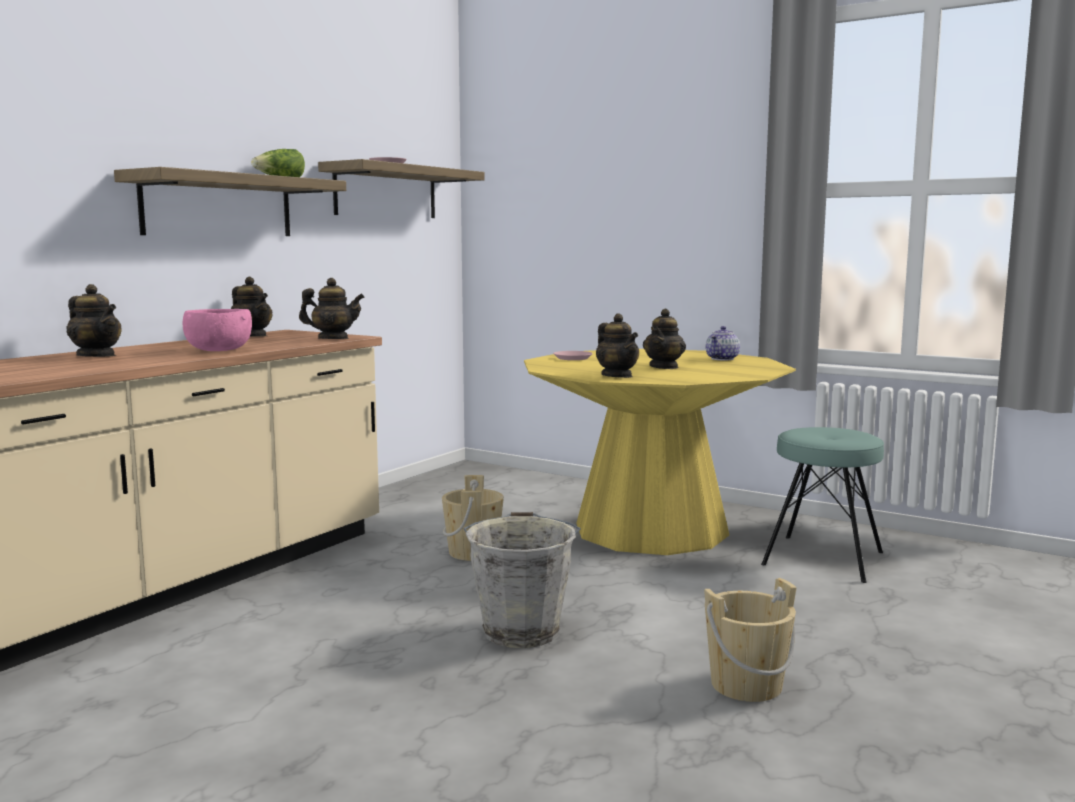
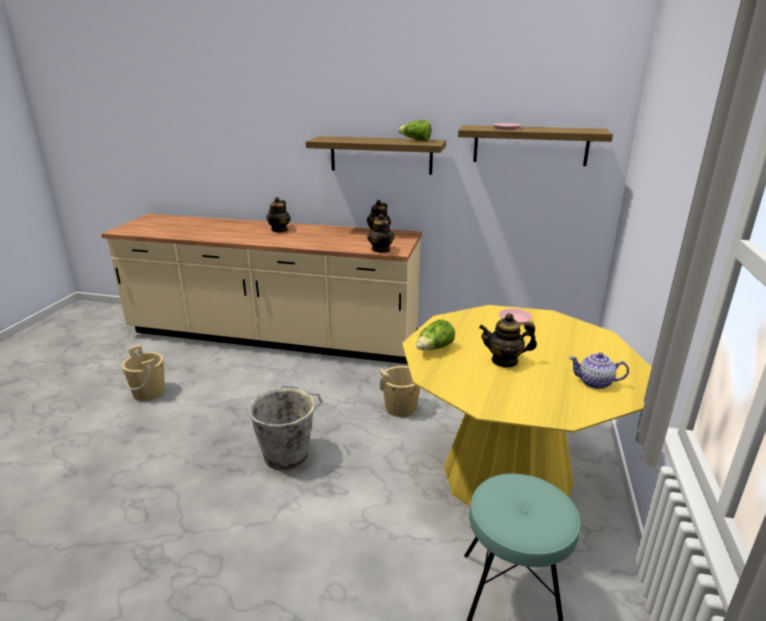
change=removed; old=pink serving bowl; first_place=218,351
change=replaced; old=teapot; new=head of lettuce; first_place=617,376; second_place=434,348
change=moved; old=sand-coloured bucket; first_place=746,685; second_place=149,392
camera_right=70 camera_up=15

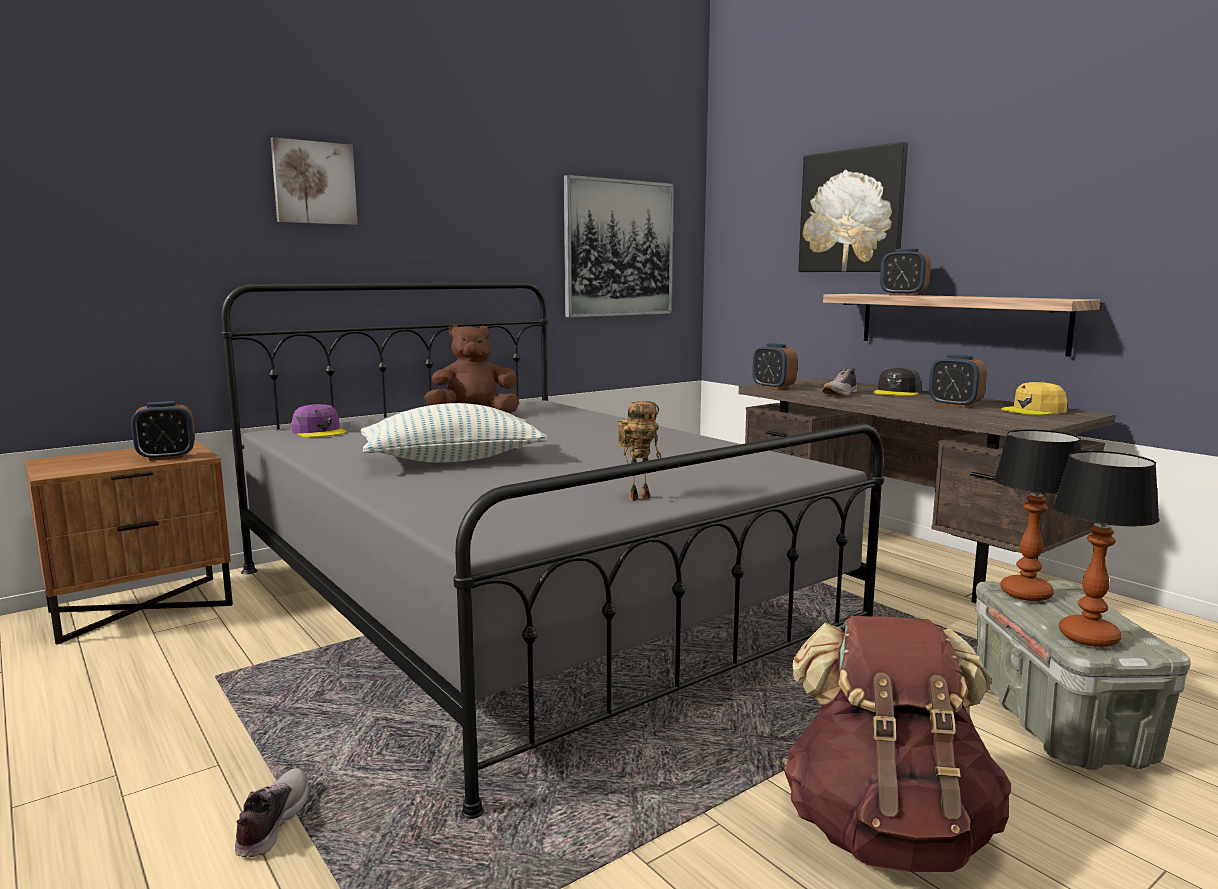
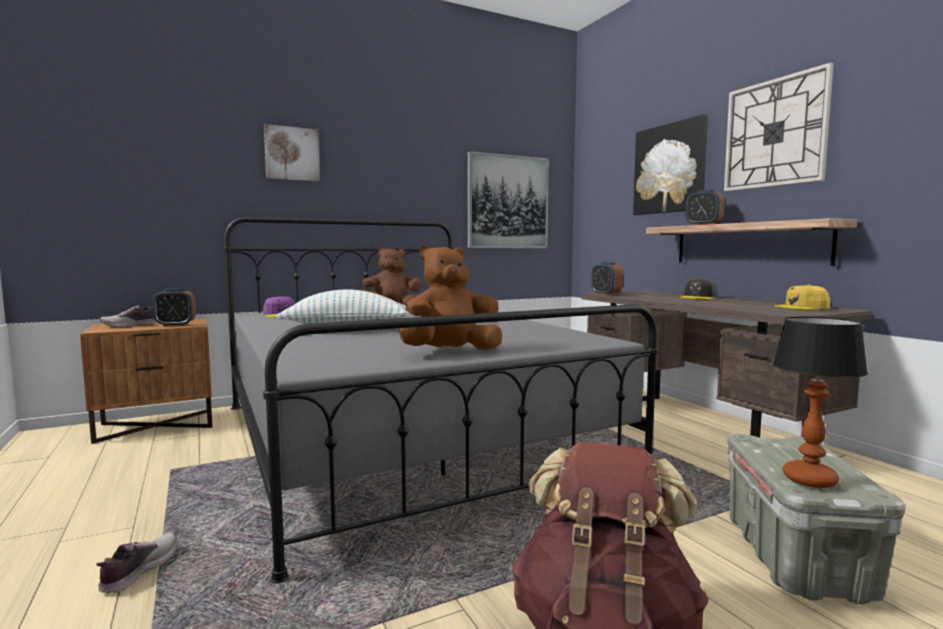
change=removed; old=table clock; first_place=955,405
change=moved; old=shoe; first_place=841,394; second_place=129,326
change=replaced; old=model robot; new=brownish soft toy; first_place=639,497; second_place=450,352
change=removed; old=lamp for a table; first_place=1027,594
change=added; new=clock on the wall; second_place=775,133
camera_right=10 camera_up=-5

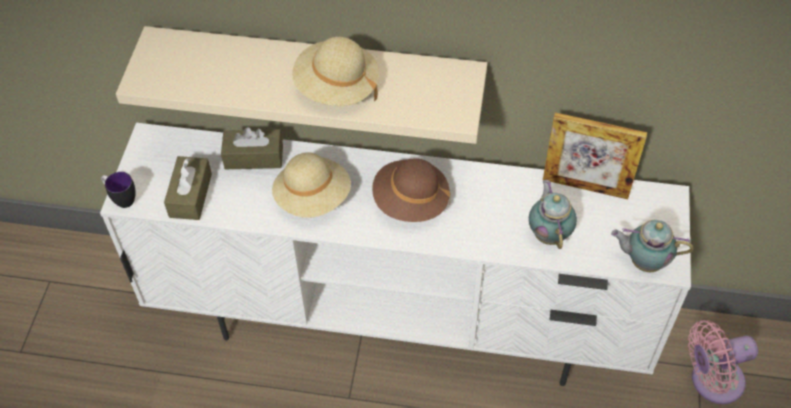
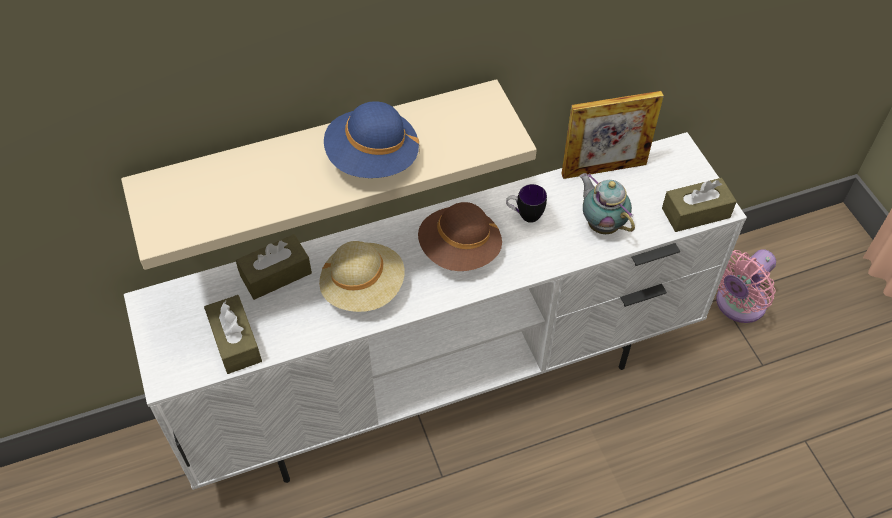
change=recoloured; old=sand-coloured hat; new=blue-coloured hat; first_place=336,87; second_place=372,159
change=moved; old=tea mug; first_place=121,199; second_place=524,215
change=replaced; old=teapot; new=brownish tissue box; first_place=643,261; second_place=695,213
camera_right=-30 camera_up=0

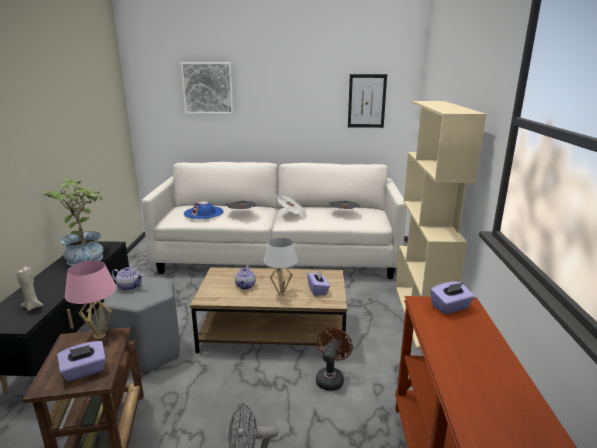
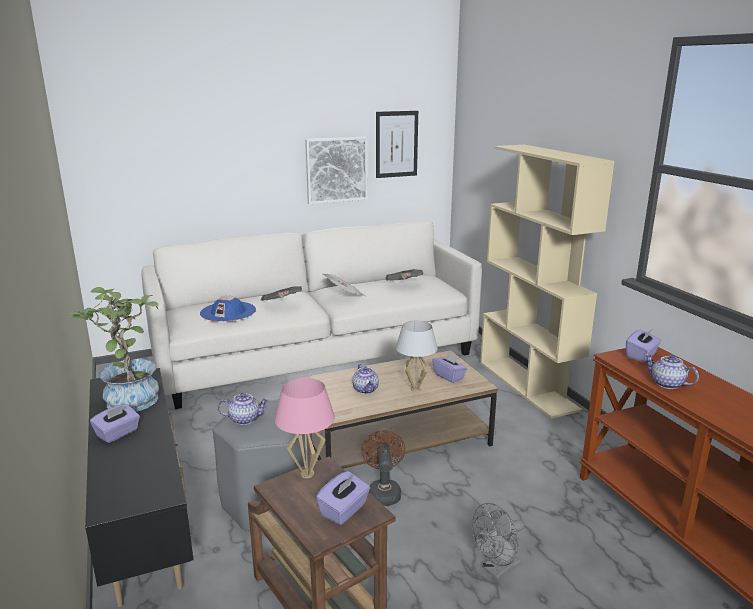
change=moved; old=picture; first_place=208,88; second_place=336,170
change=removed; old=sand-coloured wax candle; first_place=33,306
change=moved; old=brownish cooling fan; first_place=331,378; second_place=383,492
change=added; new=teapot; second_place=667,384
change=added; new=purplish tissue box; second_place=118,433
camera_right=-25 camera_up=0

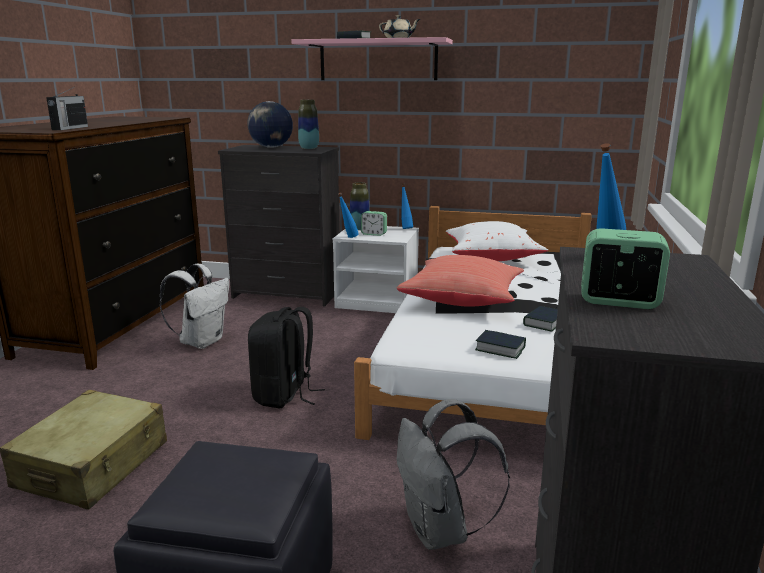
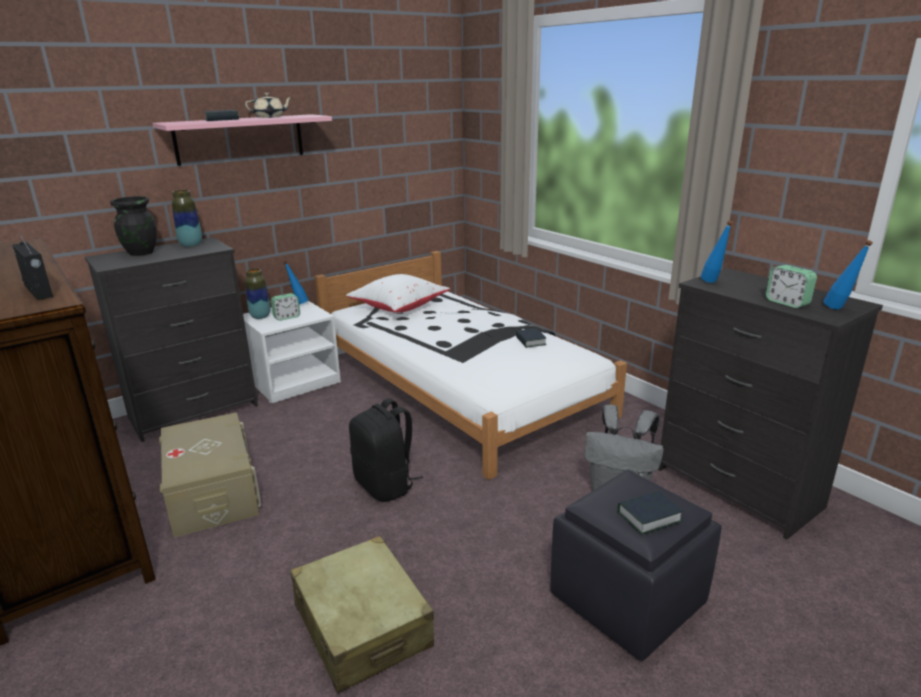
change=replaced; old=globe; new=black-coloured vase; first_place=271,147; second_place=141,253
change=moved; old=blue-coloured beverage bottle; first_place=348,237; second_place=839,310
change=turned; old=table clock; first_place=619,301; second_place=787,303; degrees=-90
change=removed; old=reddish cushion; first_place=463,300
change=replaced; old=white rucksack; new=sand-coloured storage bin; first_place=202,341; second_place=212,491
change=moved; old=volume; first_place=500,349; second_place=649,517
camera_right=-50 camera_up=5

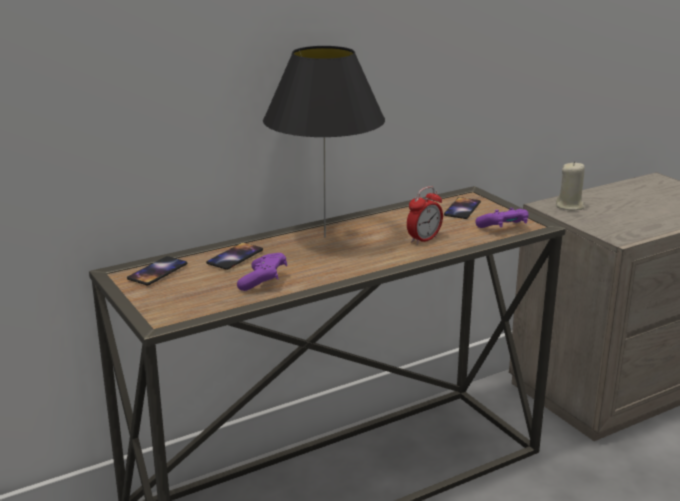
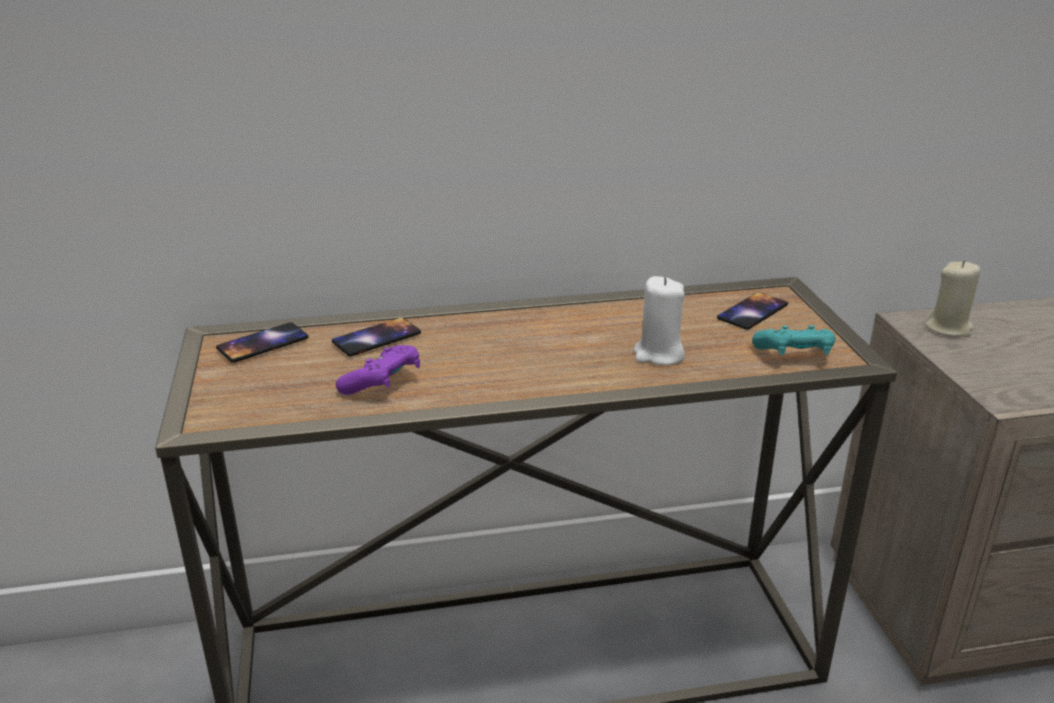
change=removed; old=black-coloured lamp for a table; first_place=325,237
change=replaced; old=table clock; new=white wax candle; first_place=424,239; second_place=658,354
change=recoloured; old=purplish game controller; new=blue-green game controller; first_place=503,228; second_place=794,356
camera_right=20 camera_up=5

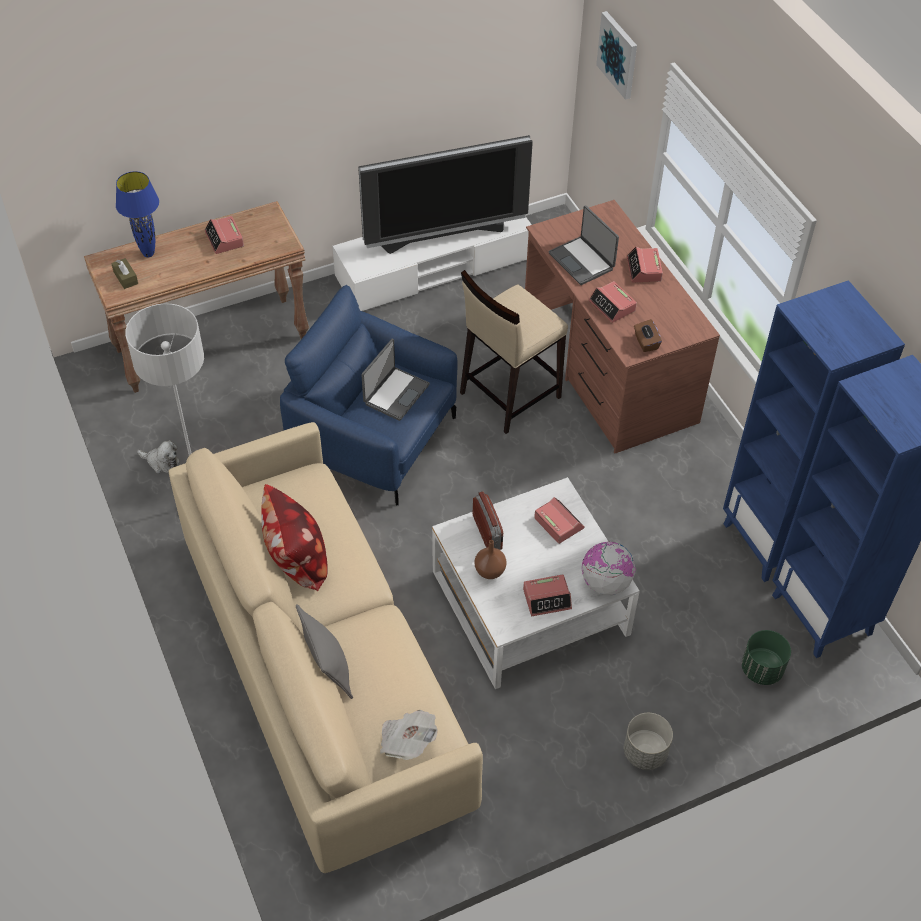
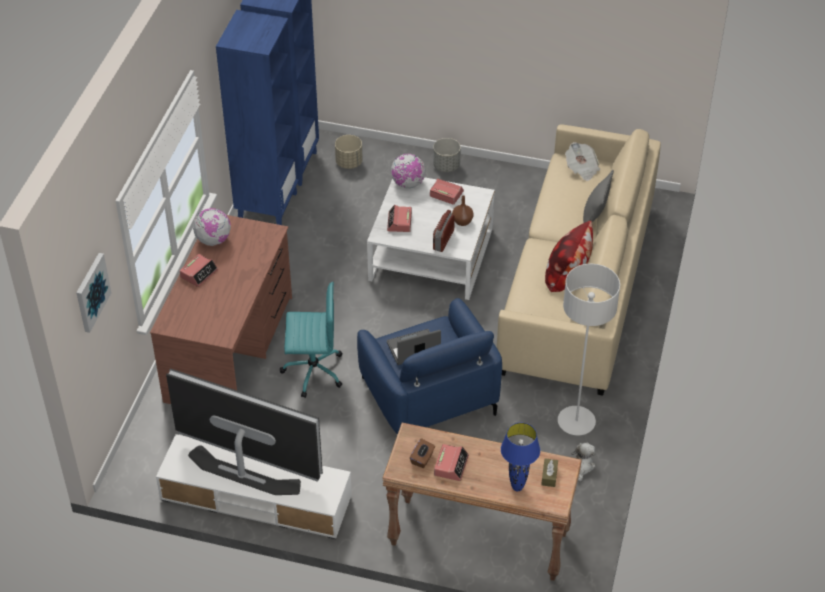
change=removed; old=laptop; first_place=582,261
change=replaced; old=sand-coloured sitting stool; new=blue-green computer chair; first_place=509,395; second_place=312,371
change=removed; old=table clock; first_place=612,306
change=moved; old=brownish tissue box; first_place=646,342; second_place=422,459
change=turned; old=soft toy; first_place=161,462; second_place=582,466; degrees=45
change=recoloured; old=green-coloured flower pot; new=sand-coloured flower pot; first_place=762,669; second_place=349,162
change=added; new=globe; second_place=213,240
camera_right=-140 camera_up=-5

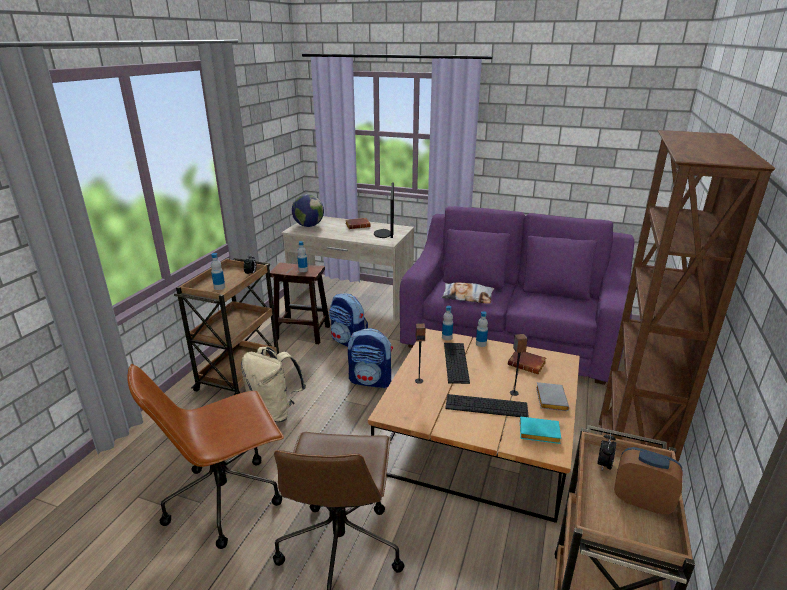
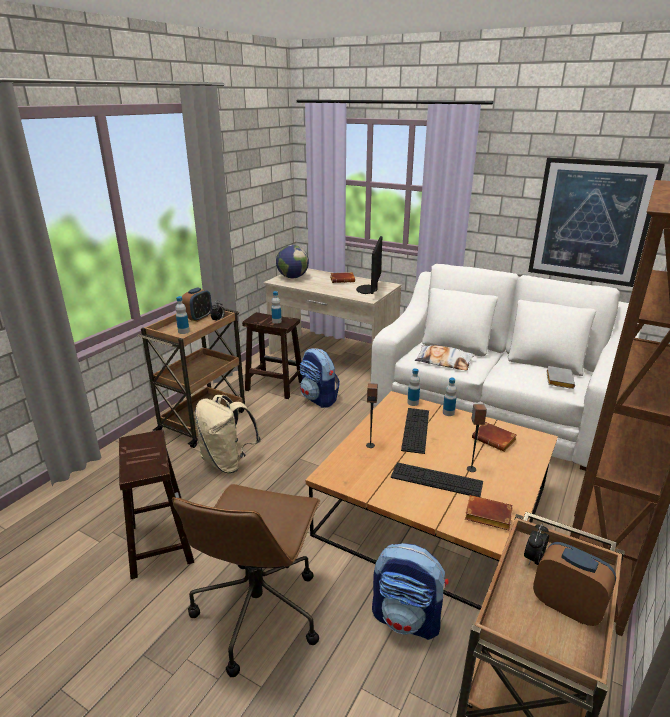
change=recoloured; old=purplish sofa; new=white sofa; first_place=509,338; second_place=492,411
change=moved; old=rucksack; first_place=371,381; second_place=407,619
change=replaced; old=brownish computer chair; new=brownish sitting stool; first_place=226,498; second_place=159,543
change=moved; old=greyish volume; first_place=549,399; second_place=558,380
change=recoloured; old=blue-green volume; new=brownish volume; first_place=538,434; second_place=486,516
change=added; new=picture; second_place=590,222
change=added; new=table clock; second_place=198,318
camera_right=10 camera_up=0

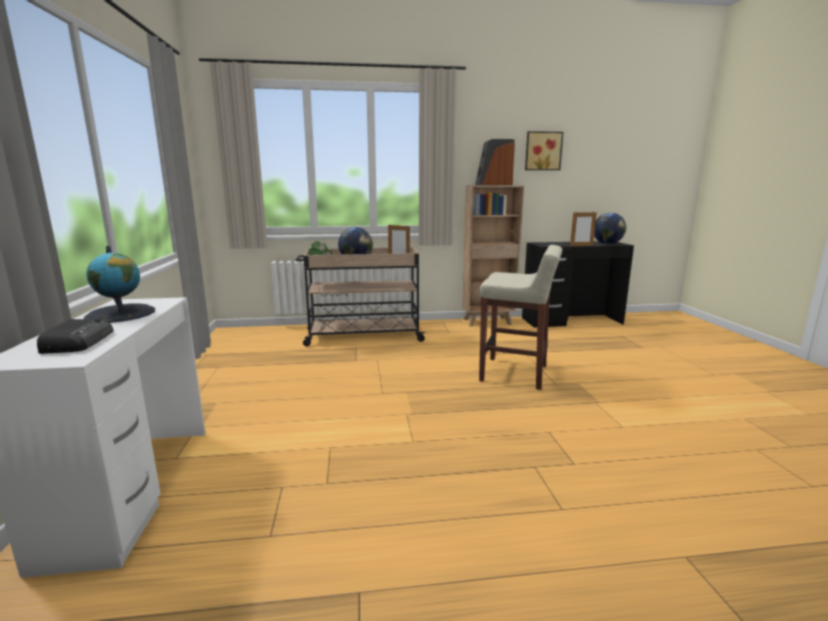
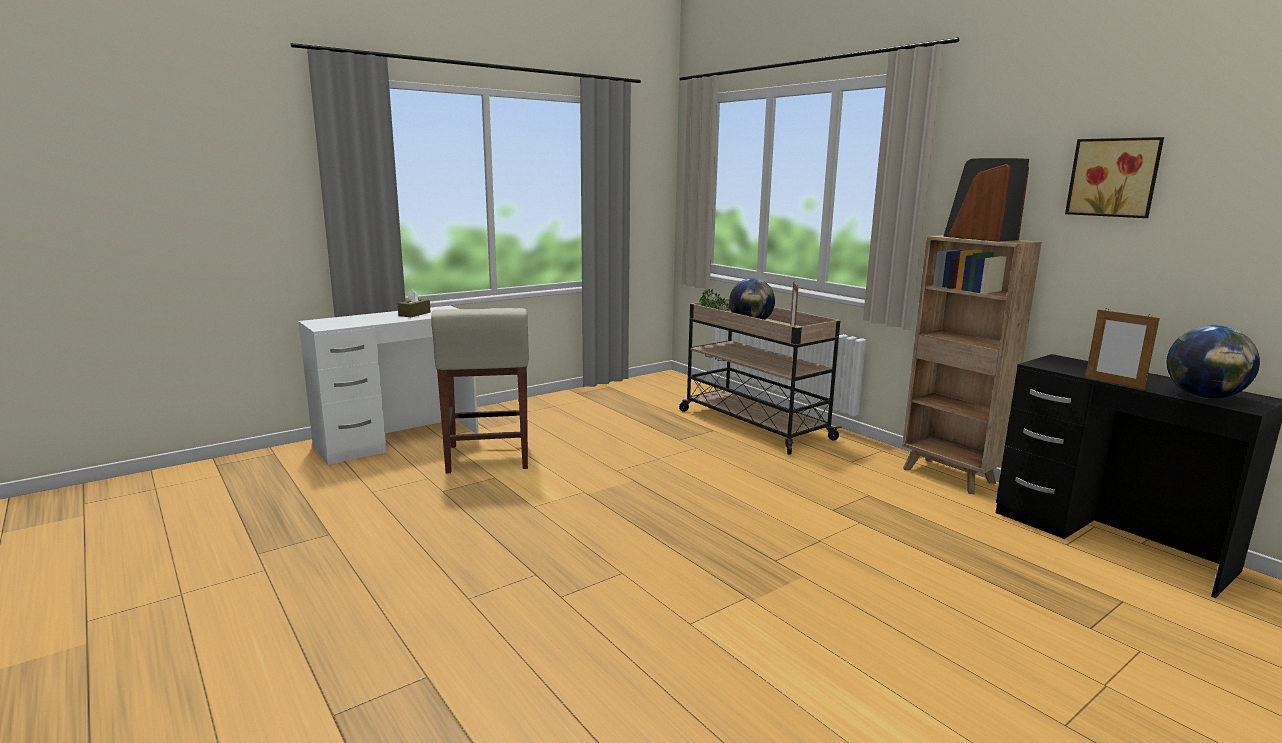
change=moved; old=sand-coloured sitting stool; first_place=515,373; second_place=487,458
change=replaced; old=globe; new=brownish tissue box; first_place=121,314; second_place=414,314
change=removed; old=radio; first_place=79,341
camera_right=60 camera_up=0

